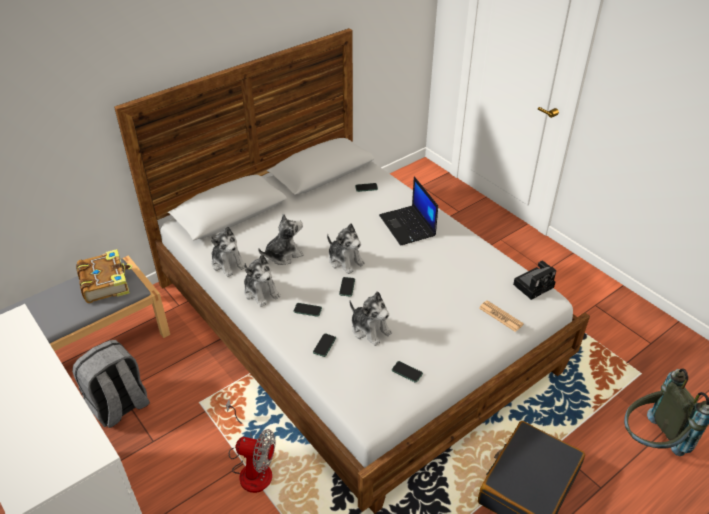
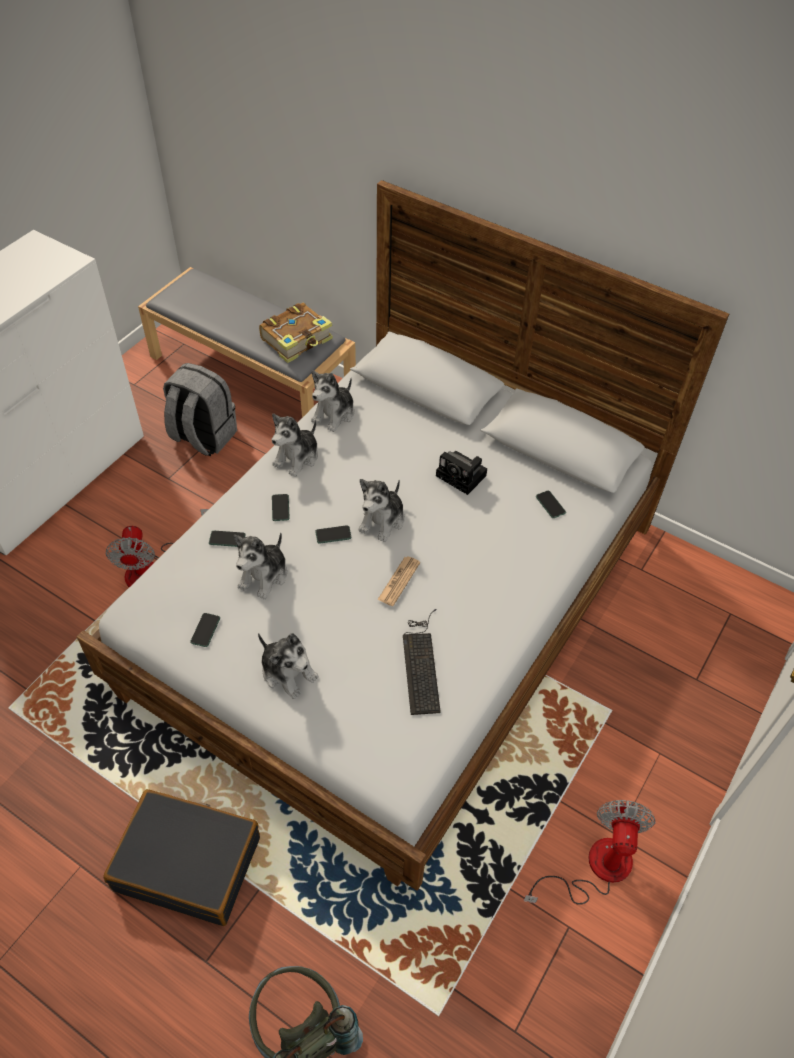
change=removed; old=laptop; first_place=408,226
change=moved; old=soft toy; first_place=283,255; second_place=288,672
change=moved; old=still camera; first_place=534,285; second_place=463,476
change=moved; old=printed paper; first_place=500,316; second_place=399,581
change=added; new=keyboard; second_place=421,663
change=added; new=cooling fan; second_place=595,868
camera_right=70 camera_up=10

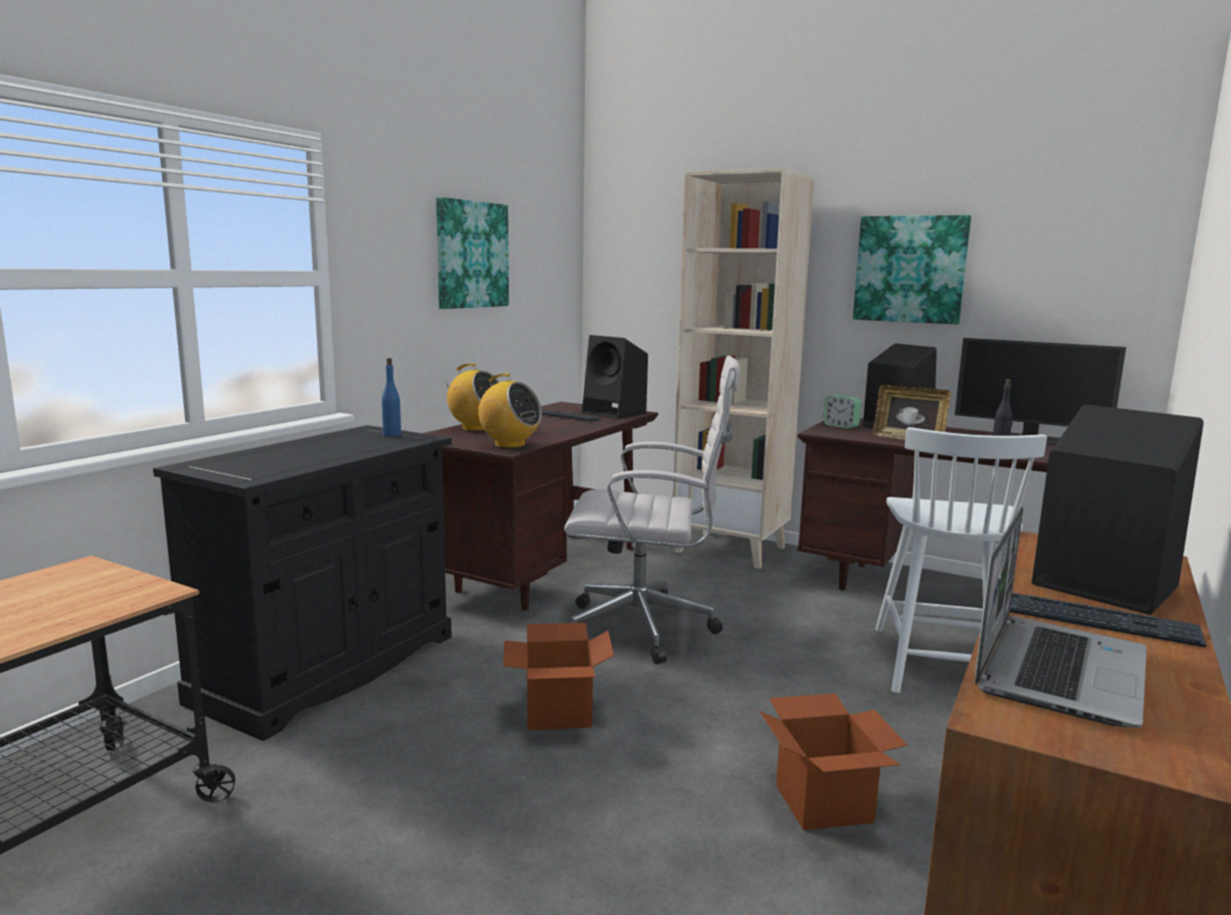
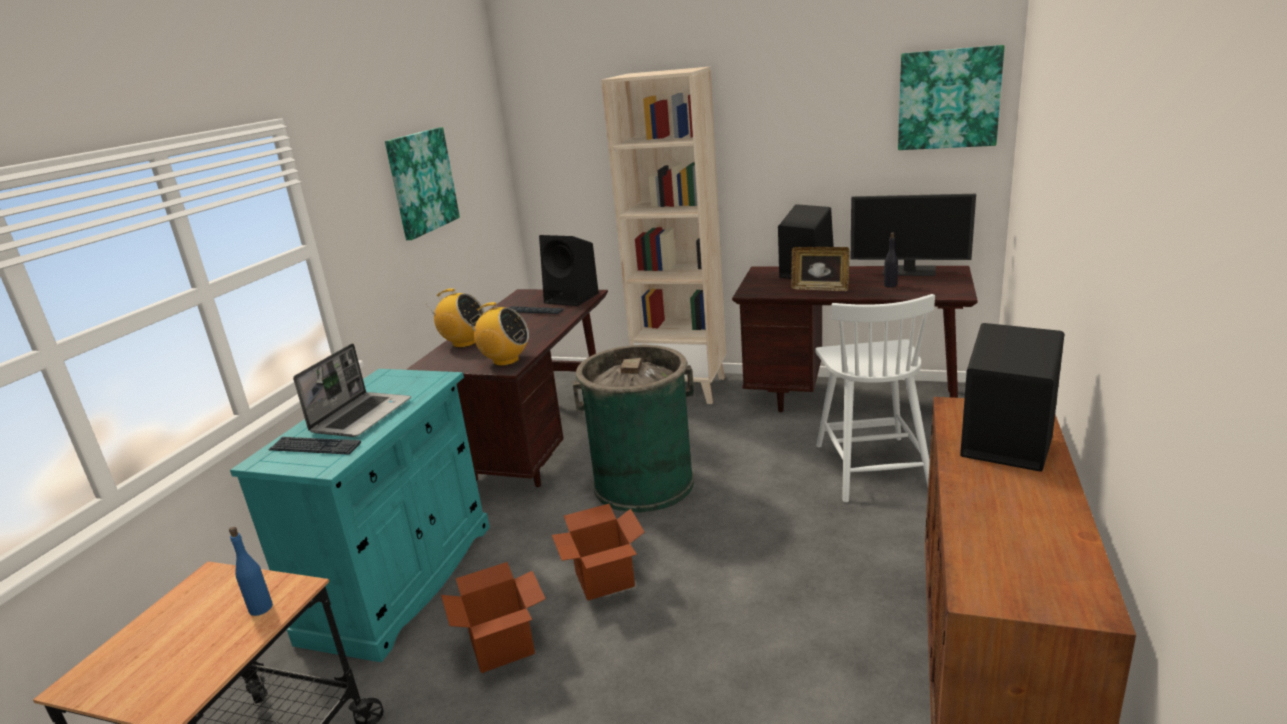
change=moved; old=picture; first_place=910,269; second_place=948,99
change=replaced; old=white computer chair; new=green-coloured trash can; first_place=647,629; second_place=644,484
change=moved; old=blue-coloured beverage bottle; first_place=392,435; second_place=260,608
change=removed; old=table clock; first_place=841,426
change=recoloured; old=black-coloured cupboard; new=blue-green cupboard; first_place=328,668; second_place=401,581
change=moved; old=laptop; first_place=1058,670; second_place=361,415
change=moved; old=keyboard; first_place=1099,622; second_place=315,447
change=moved; old=packing box; first_place=823,804; second_place=502,646
camera_right=-10 camera_up=10

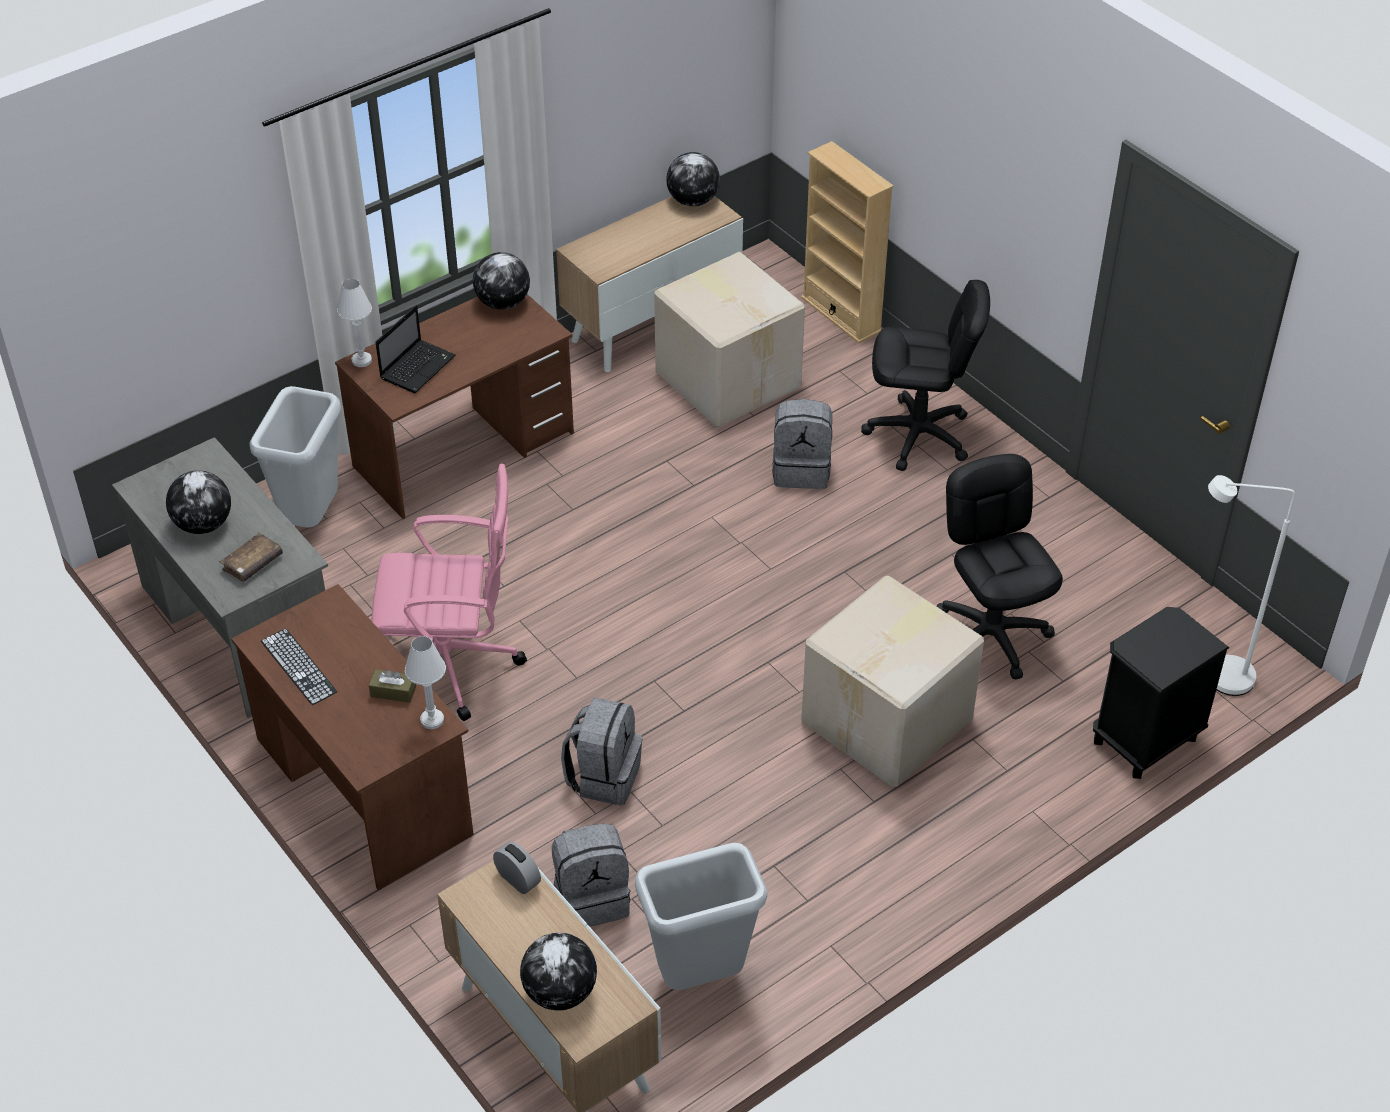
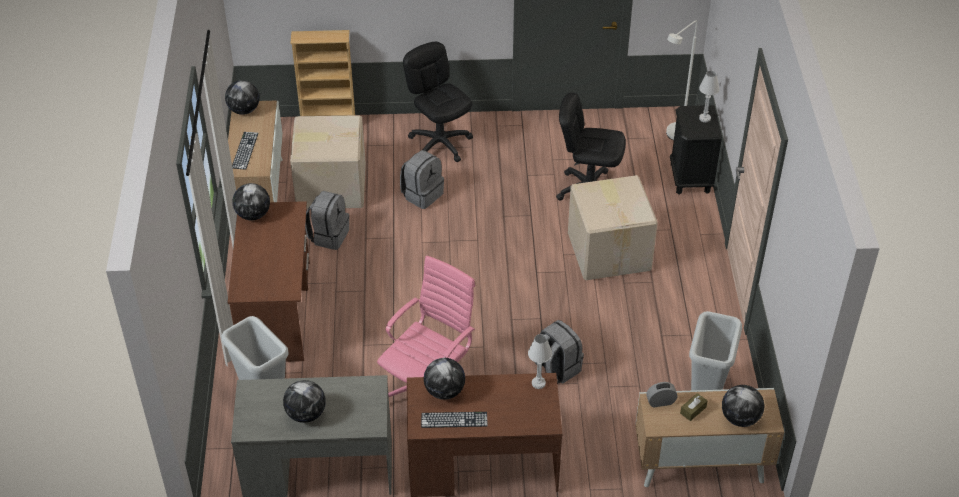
change=moved; old=white lamp for a table; first_place=361,360; second_place=704,118
change=turned; old=black-coloured computer chair; first_place=918,435; second_place=440,143; degrees=-75
change=removed; old=laptop; first_place=418,366
change=removed; old=brownish volume; first_place=253,563
change=moved; old=brownish tissue box; first_place=393,691; second_place=693,410
change=moved; old=greyish rucksack; first_place=592,898; second_place=328,235
change=added; new=keyboard; second_place=245,150
change=added; new=globe; second_place=444,391
camera_right=-55 camera_up=0

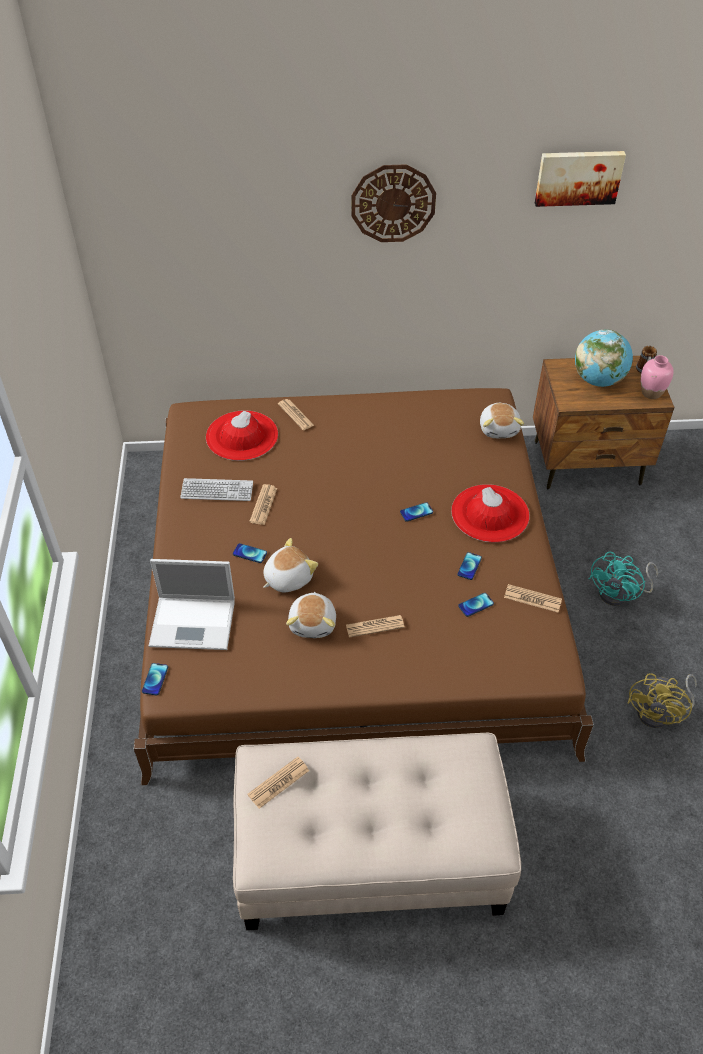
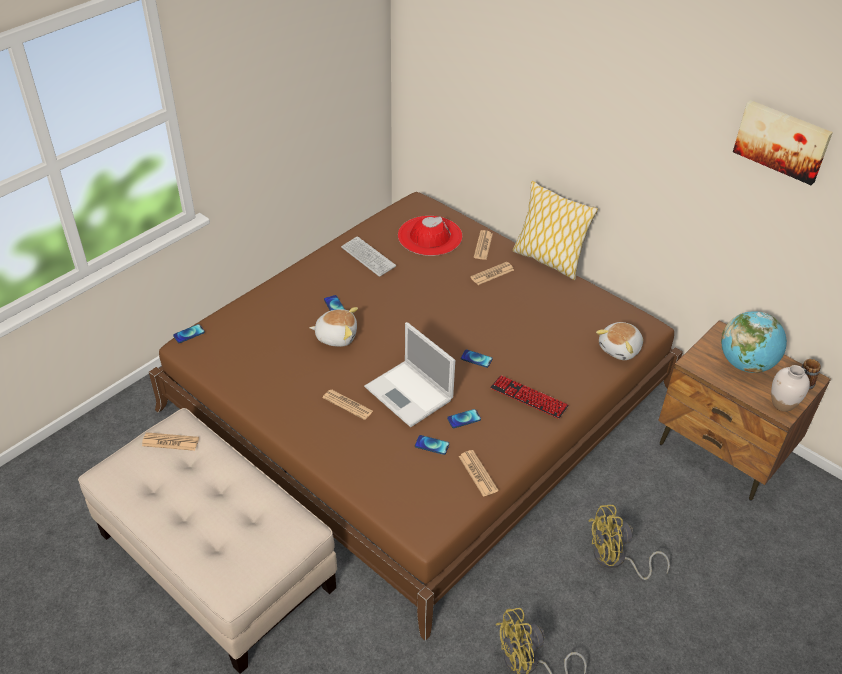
change=removed; old=clock on the wall; first_place=393,203
change=recoloured; old=pink vase; new=white vase; first_place=651,393; second_place=782,404
change=moved; old=printed paper; first_place=263,505; second_place=492,274
change=replaced; old=reddish hat; new=keyboard; first_place=490,513; second_place=528,398
change=recoloured; old=blue-green cooling fan; new=yellow cooling fan; first_place=620,594; second_place=615,560
change=moved; old=laptop; first_place=194,623; second_place=410,394
change=removed; old=soft toy; first_place=313,623
change=added; new=cushion; second_place=548,260
camera_right=45 camera_up=-5

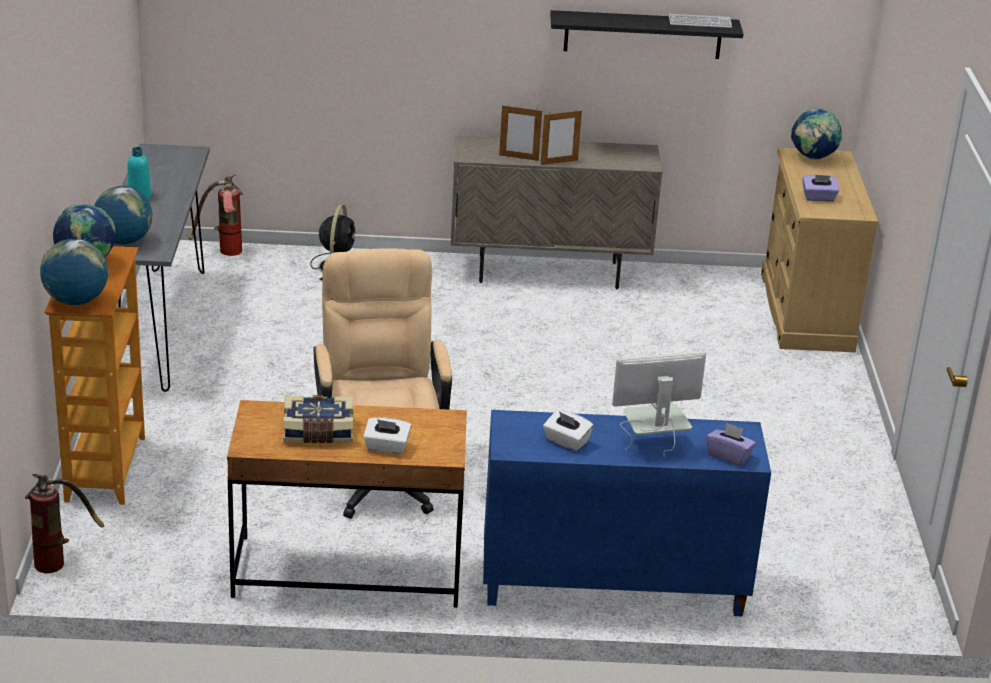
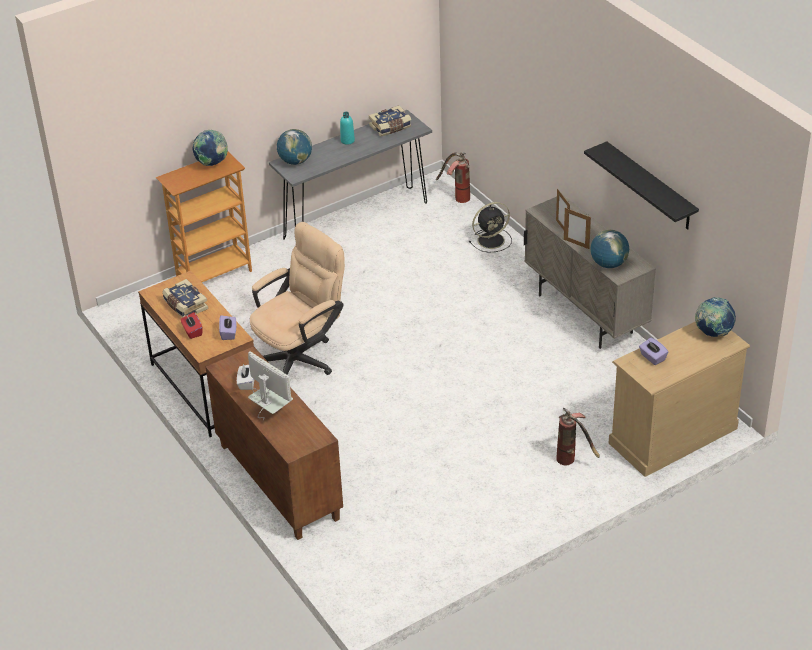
change=removed; old=keyboard; first_place=700,22
change=moved; old=globe; first_place=76,301; second_place=608,264
change=recoloured; old=blue-coloured cupboard; new=brownish cupboard; first_place=611,587; second_place=277,481
change=recoloured; old=white tissue box; new=reddish tissue box; first_place=386,447; second_place=192,331
change=moved; old=purplish tissue box; first_place=729,456; second_place=229,333
change=moved; old=extinguisher; first_place=60,559; second_place=573,459
change=added; new=volume; second_place=390,127
camera_right=60 camera_up=10

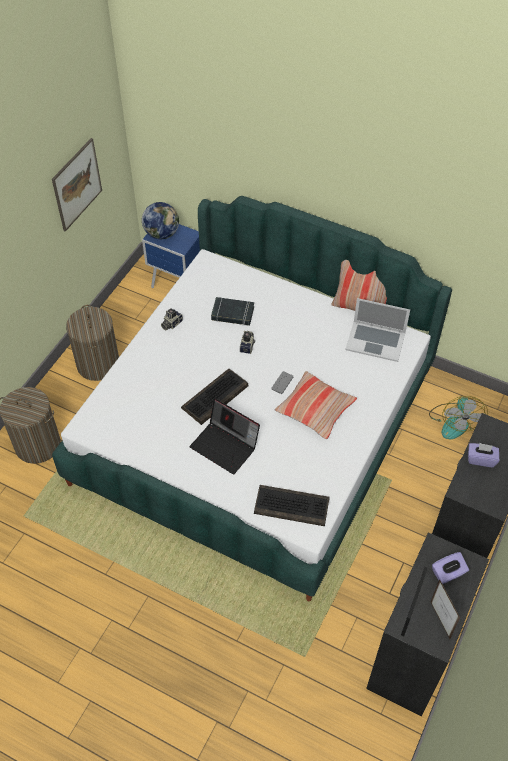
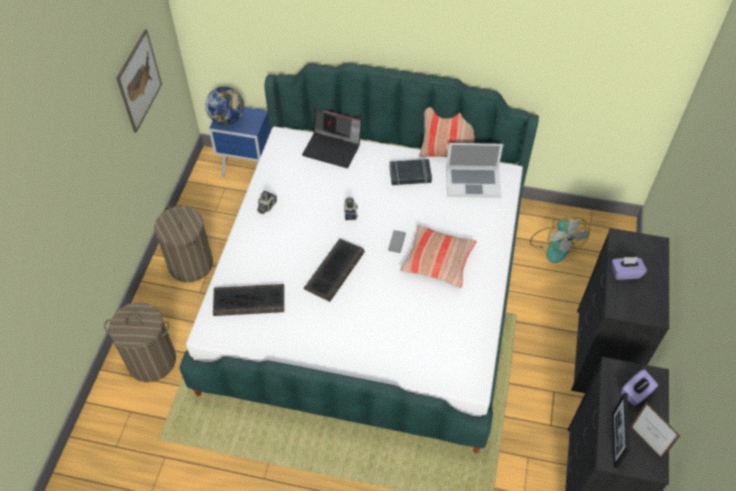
change=moved; old=black-coloured volume; first_place=232,314; second_place=410,175
change=moved; old=laptop; first_place=225,446; second_place=333,148
change=moved; old=keyboard; first_place=292,505; second_place=250,300
camera_right=-15 camera_up=0

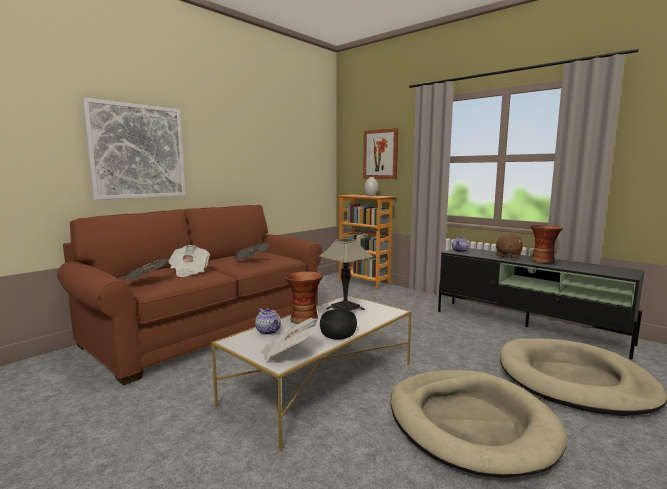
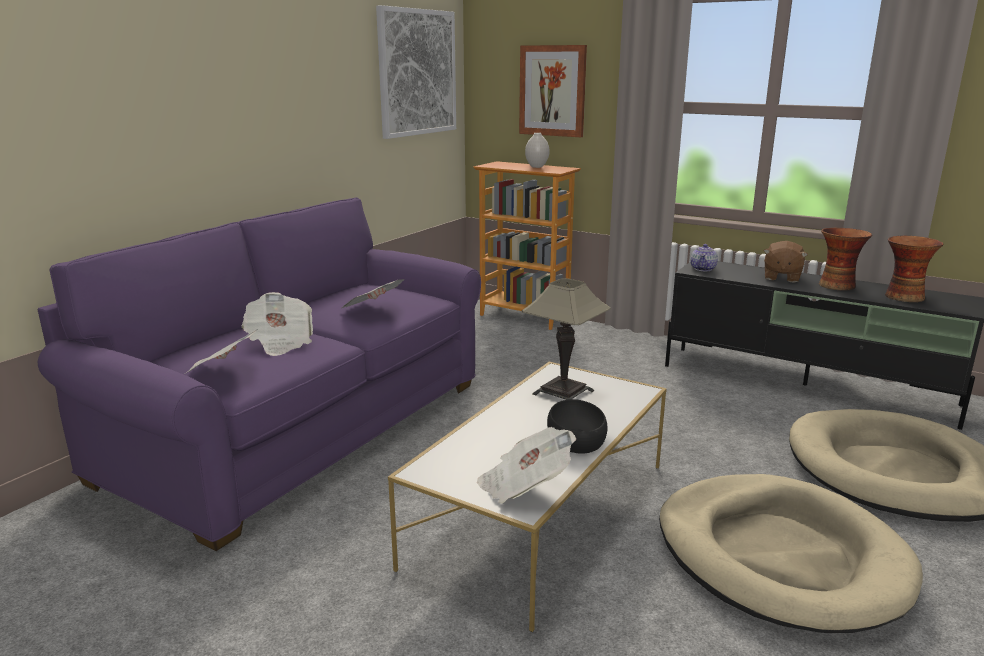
change=moved; old=picture; first_place=138,151; second_place=417,73
change=recoloured; old=brownish sofa; new=purplish sofa; first_place=208,328; second_place=302,429
change=moved; old=vase; first_place=304,319; second_place=903,296
change=removed; old=teapot; first_place=269,331
camera_right=-10 camera_up=10

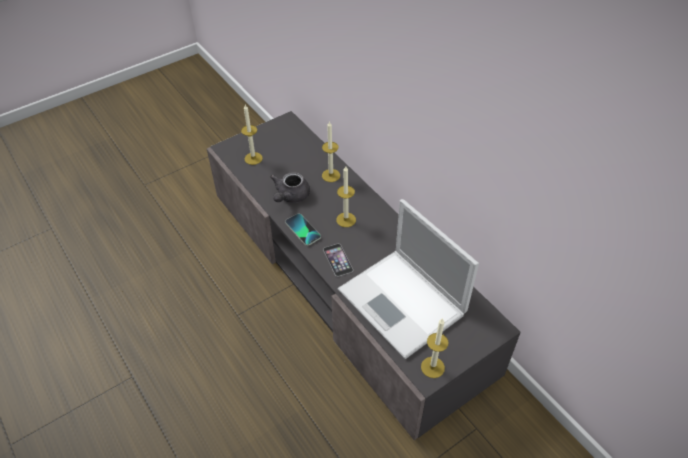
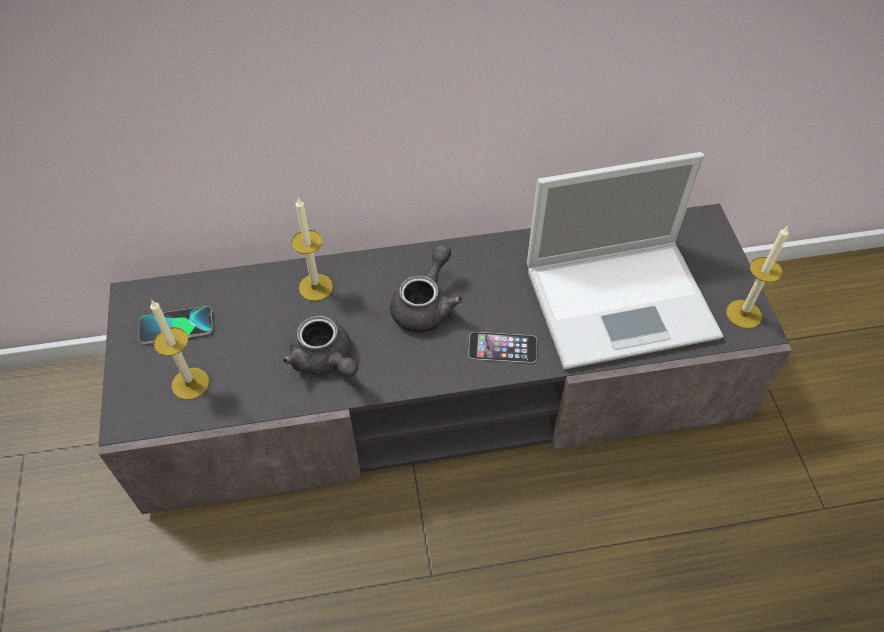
change=replaced; old=wax candle; new=greyish teapot; first_place=346,220; second_place=426,305
change=moved; old=telephone; first_place=302,230; second_place=176,326
camera_right=-65 camera_up=5

